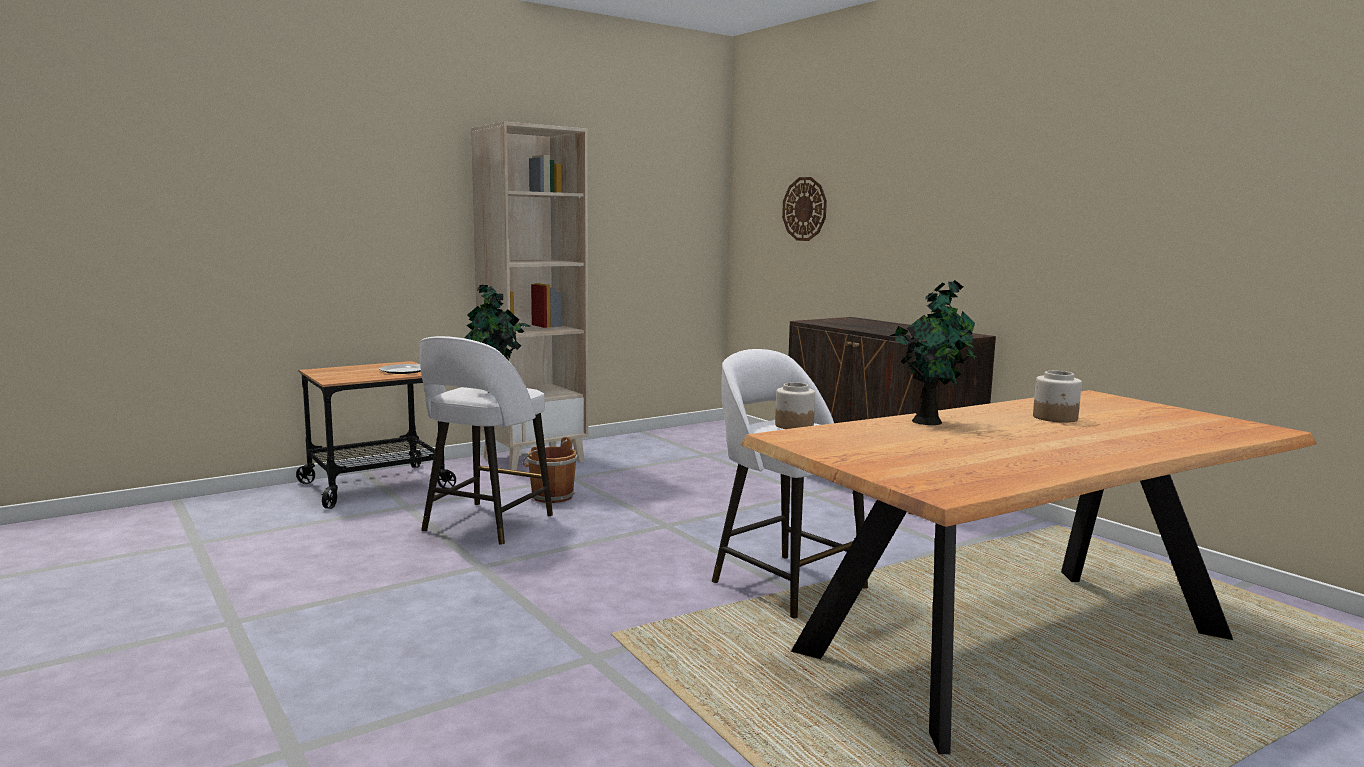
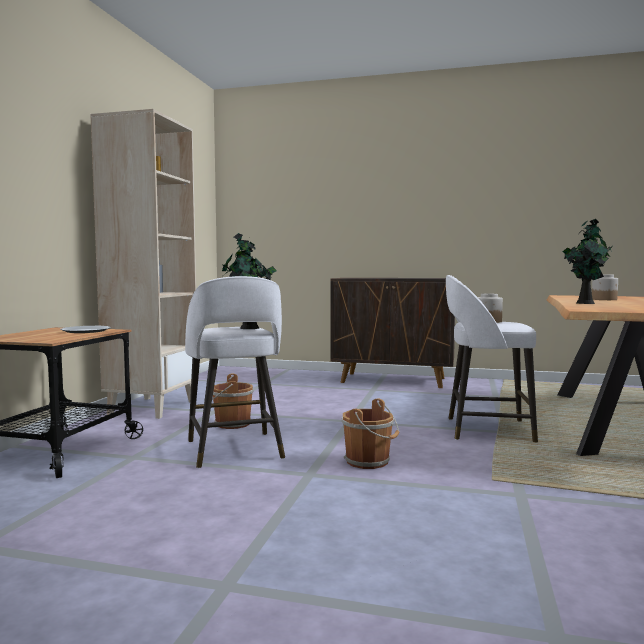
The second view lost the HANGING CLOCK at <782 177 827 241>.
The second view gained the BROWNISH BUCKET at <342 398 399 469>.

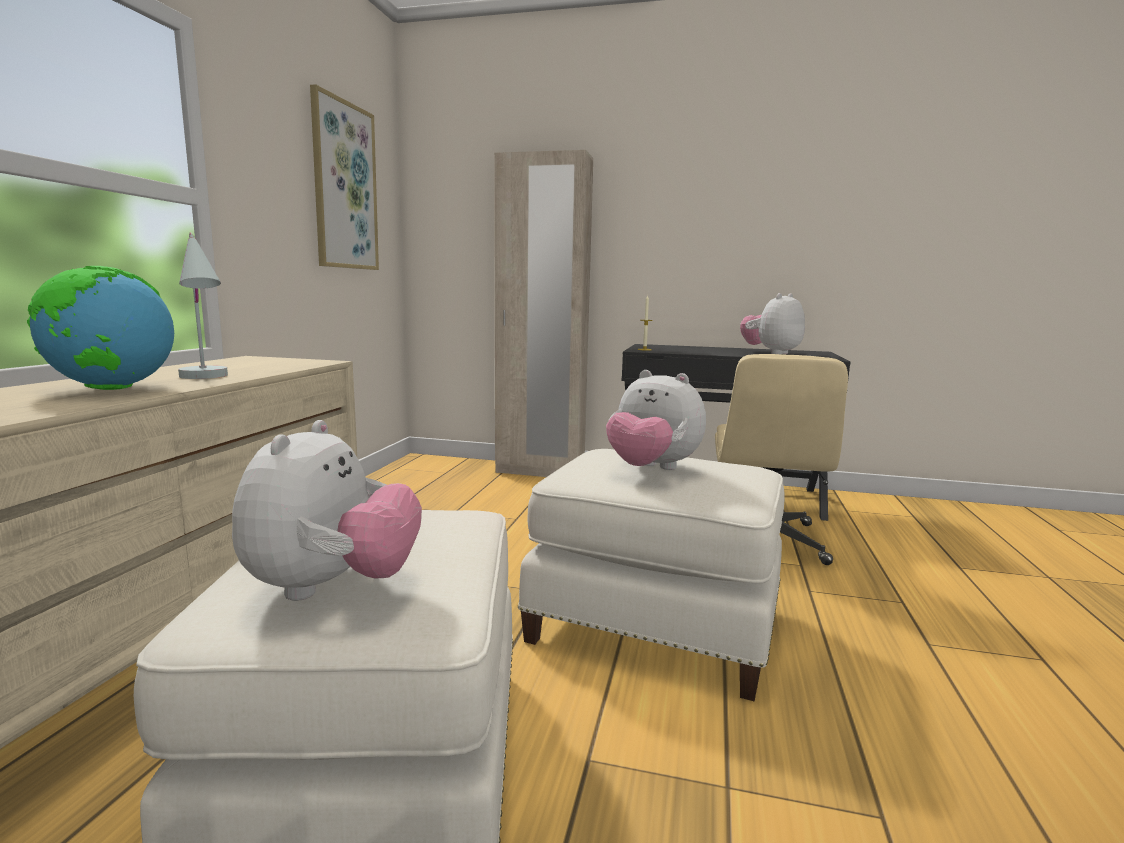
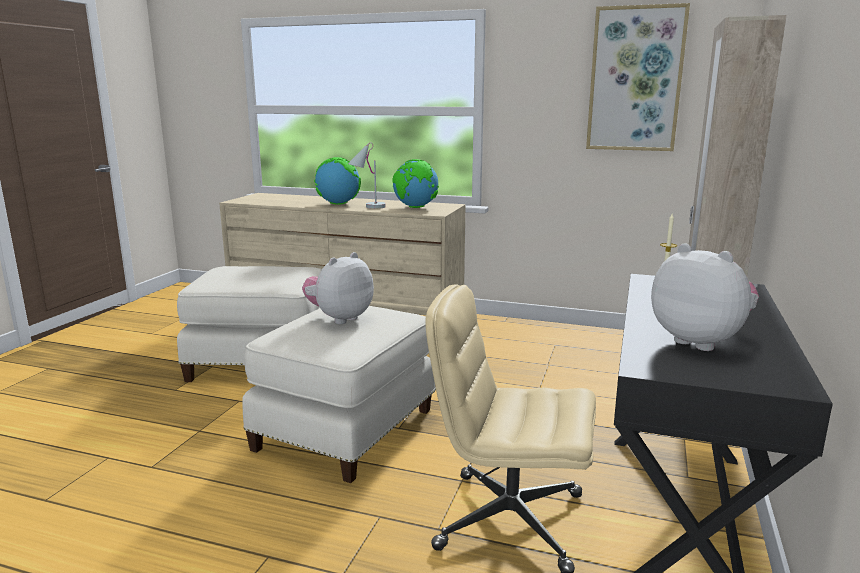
The second view lost the SOFT TOY at <232 420 422 601>.
The second view gained the GLOBE at <392 159 439 208>.

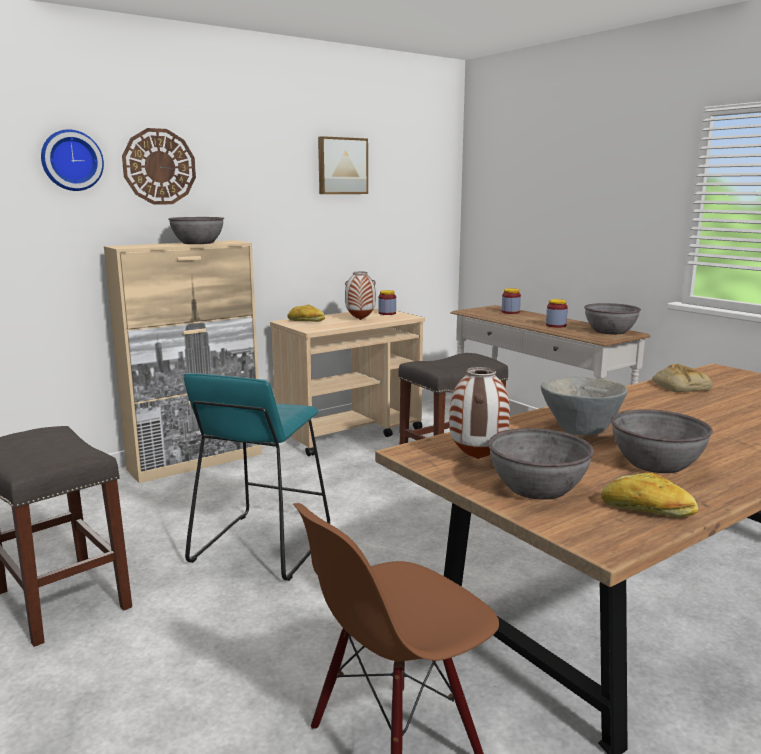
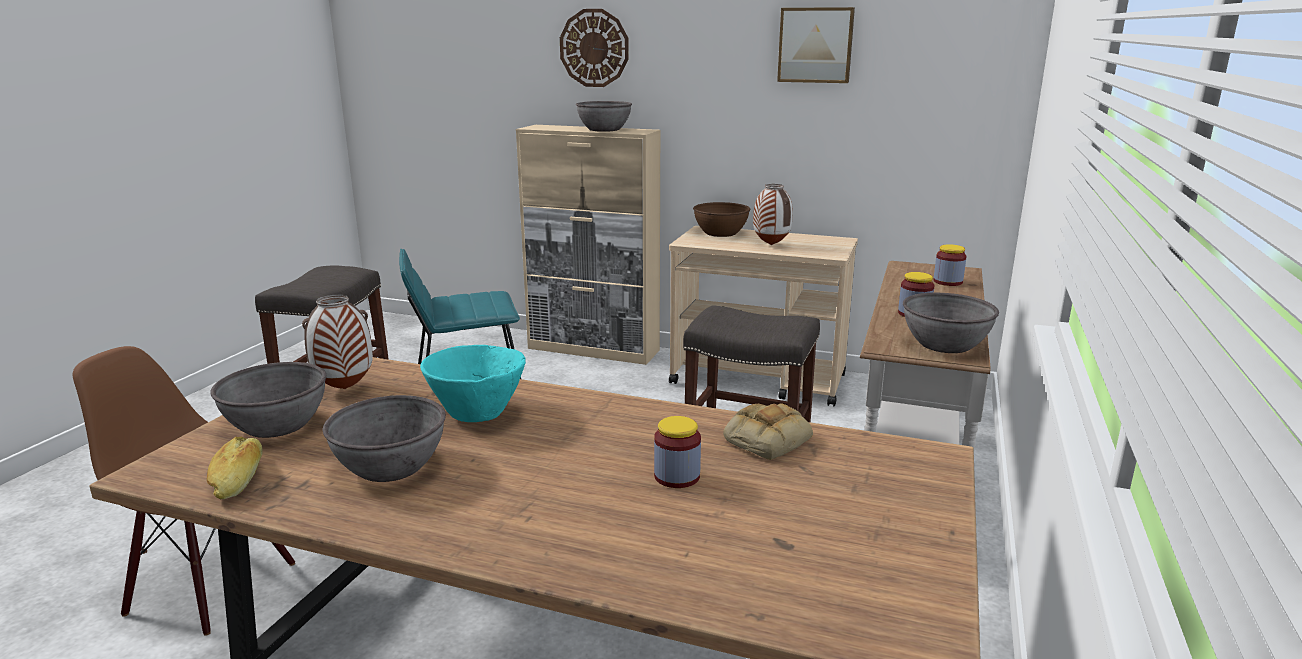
The second view lost the HANGING CLOCK at <41 129 104 191>.
The JAR ended up elsewhere, having gone from <378 290 396 315> to <654 416 701 488>.
Where the BREAD stood at <287 305 325 322>, the BROWNISH SERVING BOWL came to stand at <693 202 750 237>.
What was the GREYISH SERVING BOWL at <541 377 627 436> turned into the TURQUOISE-COLOURED SERVING BOWL at <420 345 526 422>.

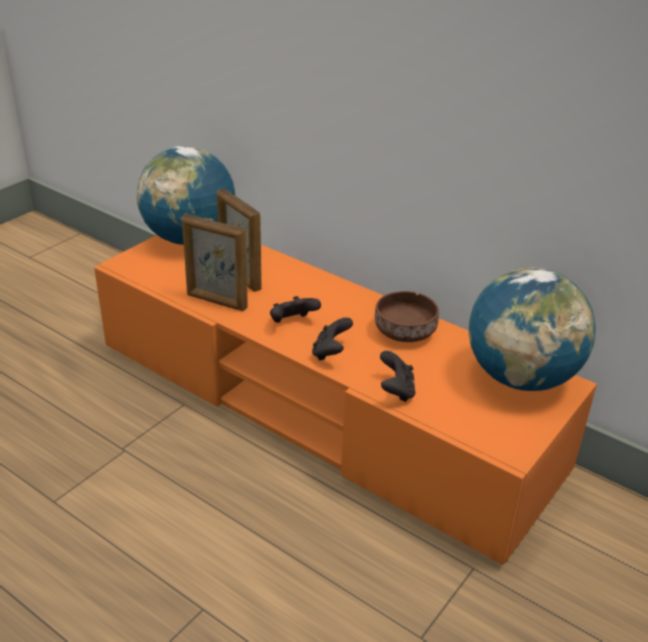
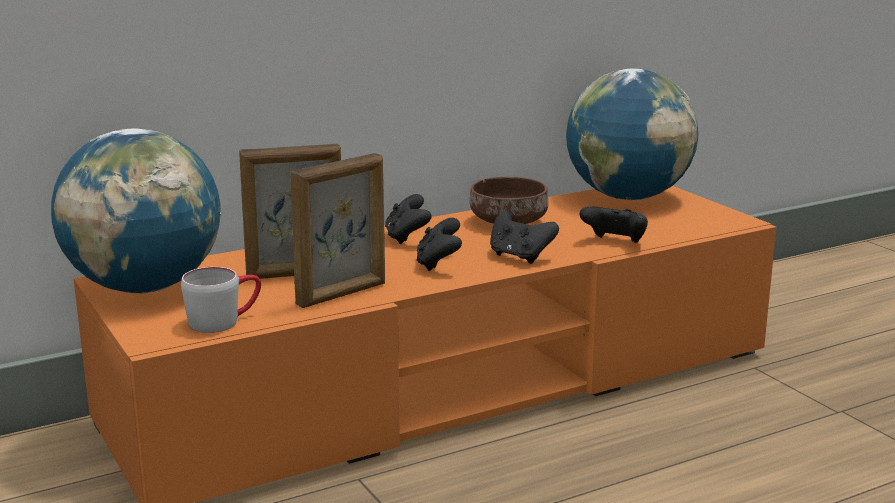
The second view gained the BLACK GAMEPAD at <385 194 432 244>.
The second view gained the GREYISH COFFEE MUG at <181 267 261 333>.

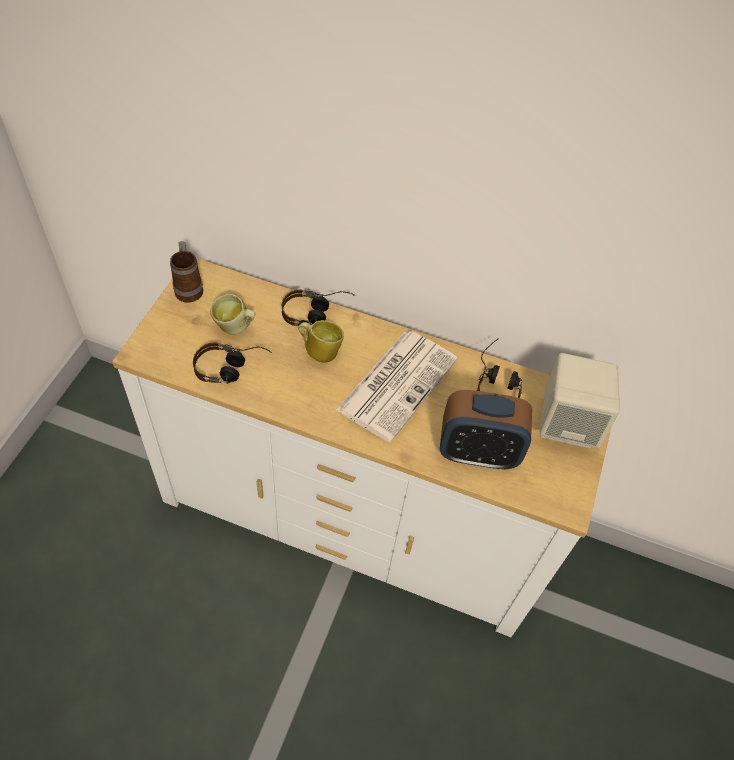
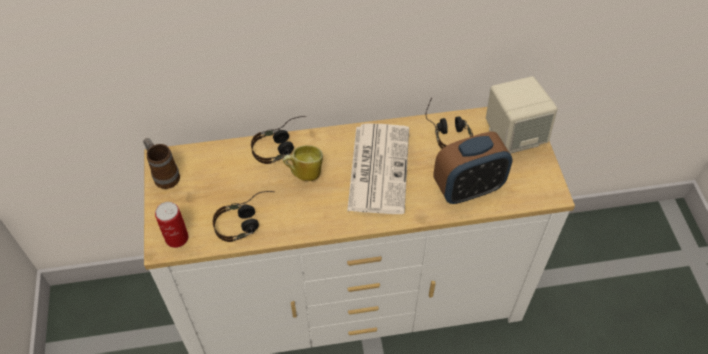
The second view lost the COFFEE MUG at <211 294 255 335>.
The second view gained the SEALED CAN at <155 202 188 248>.

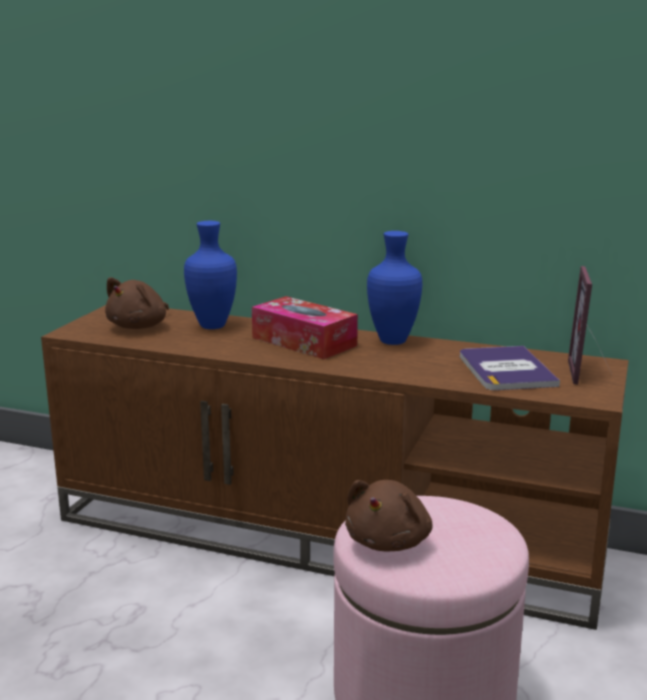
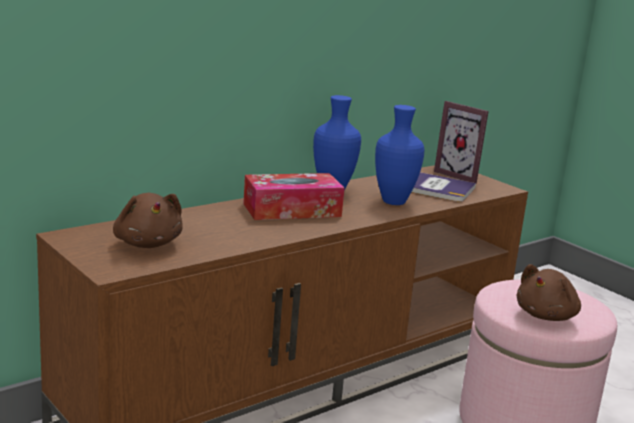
The BLUE VASE ended up elsewhere, having gone from <184 221 237 329> to <375 105 425 205>.
The BROWNISH SOFT TOY at <345 480 432 551> ended up facing another way, 75 degrees clockwise from before.

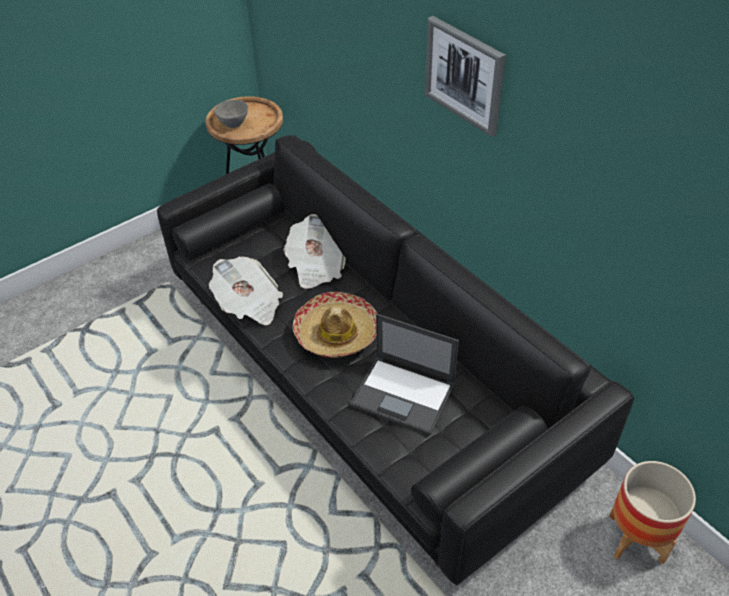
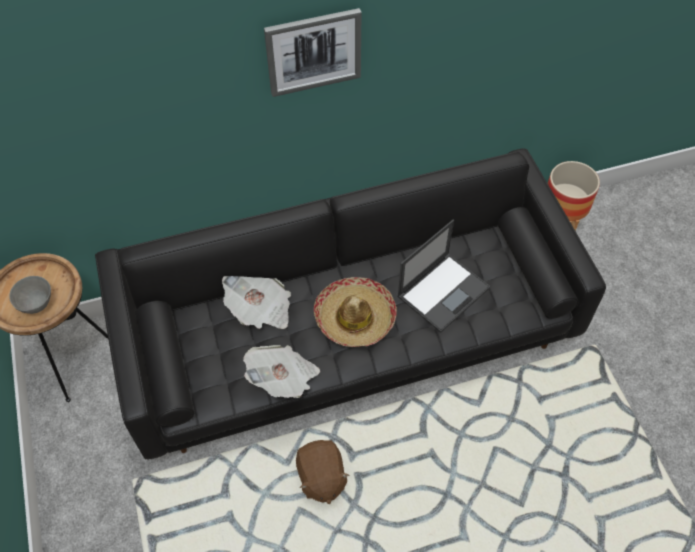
The second view gained the BROWNISH SOFT TOY at <296 440 350 504>.

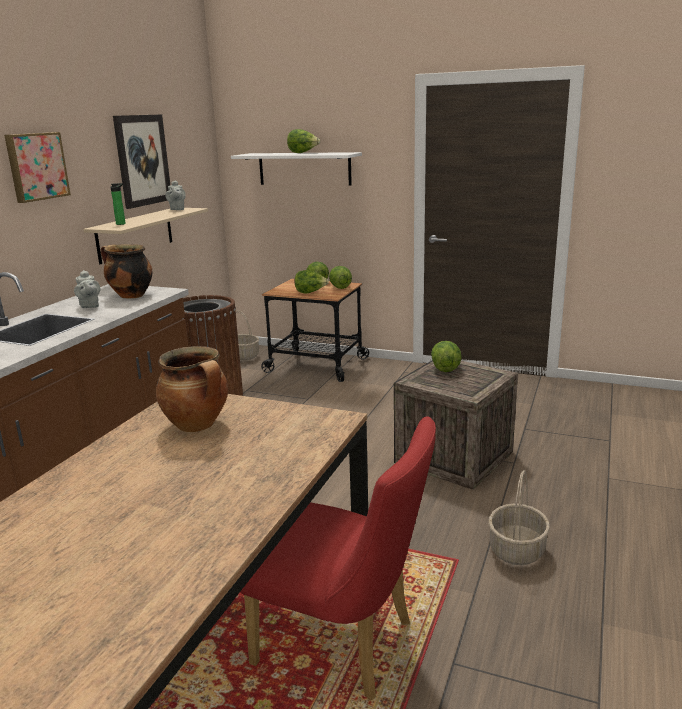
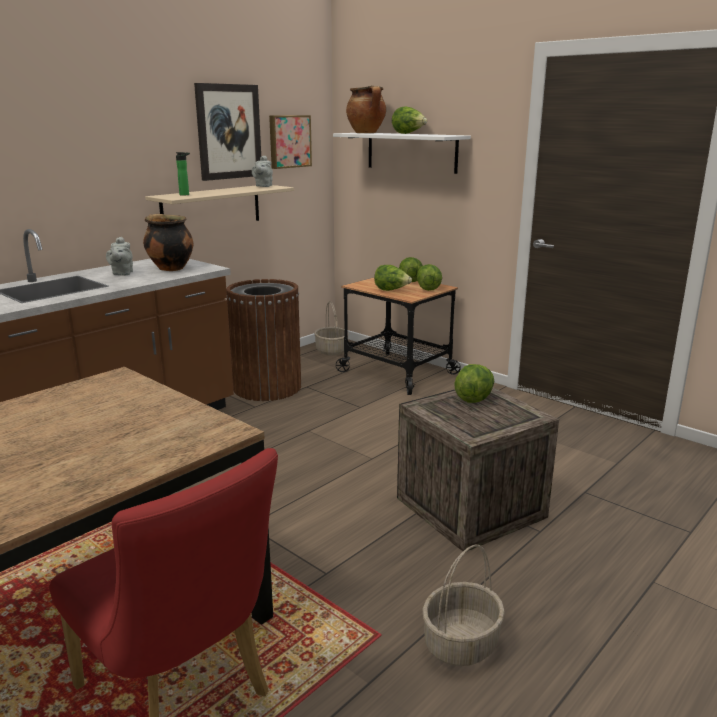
The WALL ART ended up elsewhere, having gone from <4 132 71 203> to <269 115 312 169>.
The COOKING POT ended up elsewhere, having gone from <156 346 228 432> to <346 86 386 133>.

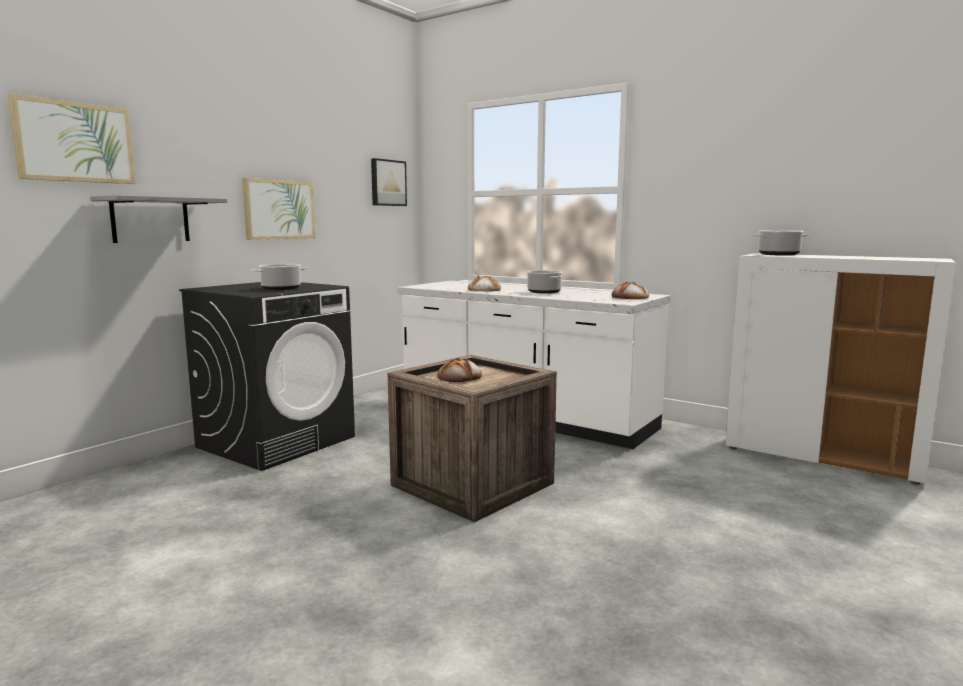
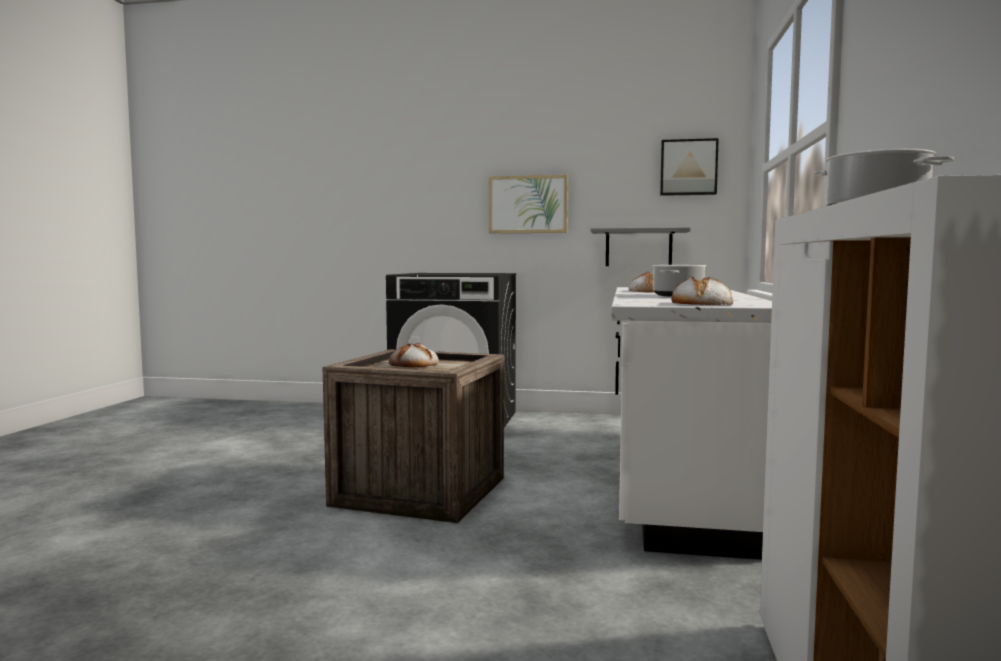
The second view lost the WALL ART at <8 94 135 184>.
The GREYISH WALL SHELF ended up elsewhere, having gone from <90 195 227 243> to <591 227 691 266>.
The second view lost the COOKING POT at <251 264 308 290>.

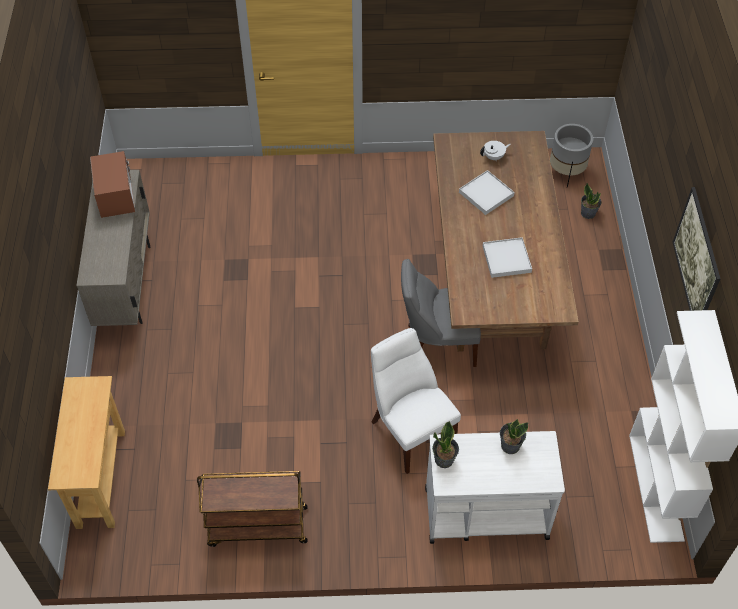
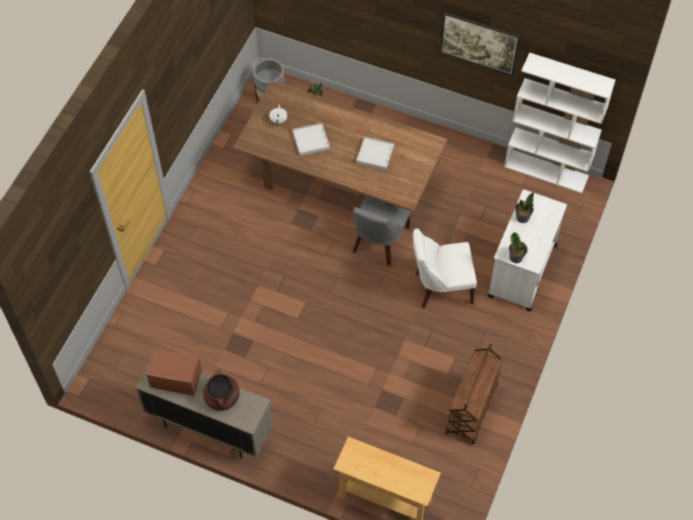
The second view gained the BROWNISH COOKING POT at <203 370 240 411>.

